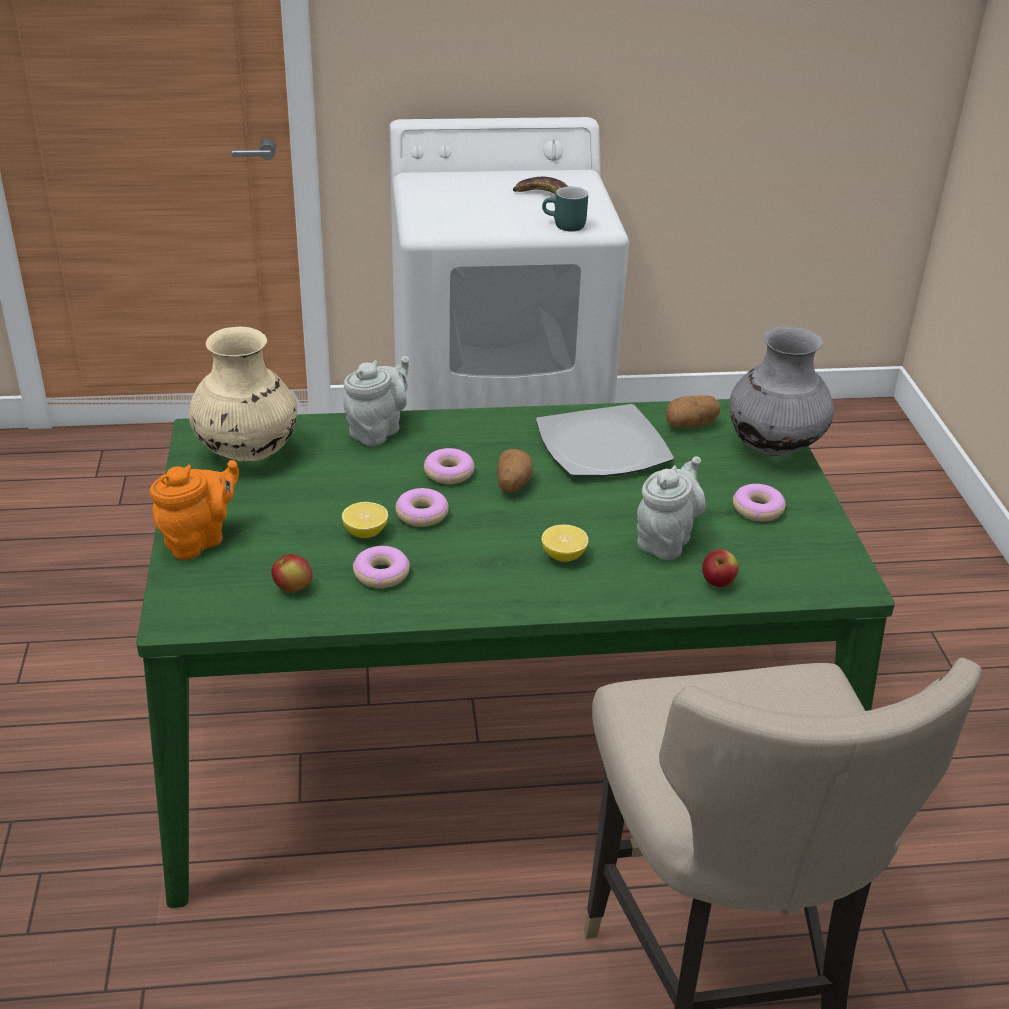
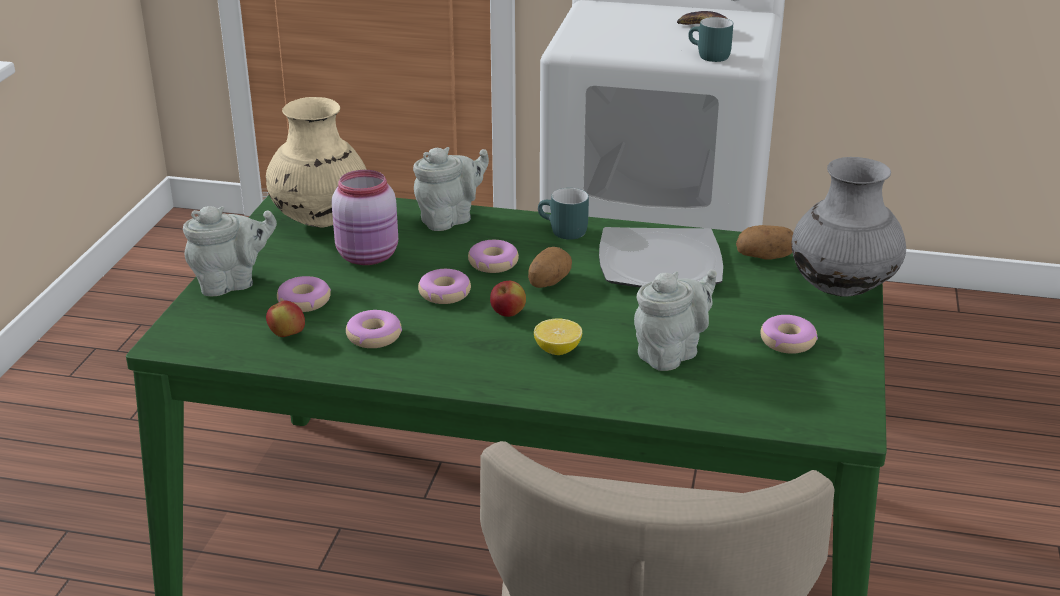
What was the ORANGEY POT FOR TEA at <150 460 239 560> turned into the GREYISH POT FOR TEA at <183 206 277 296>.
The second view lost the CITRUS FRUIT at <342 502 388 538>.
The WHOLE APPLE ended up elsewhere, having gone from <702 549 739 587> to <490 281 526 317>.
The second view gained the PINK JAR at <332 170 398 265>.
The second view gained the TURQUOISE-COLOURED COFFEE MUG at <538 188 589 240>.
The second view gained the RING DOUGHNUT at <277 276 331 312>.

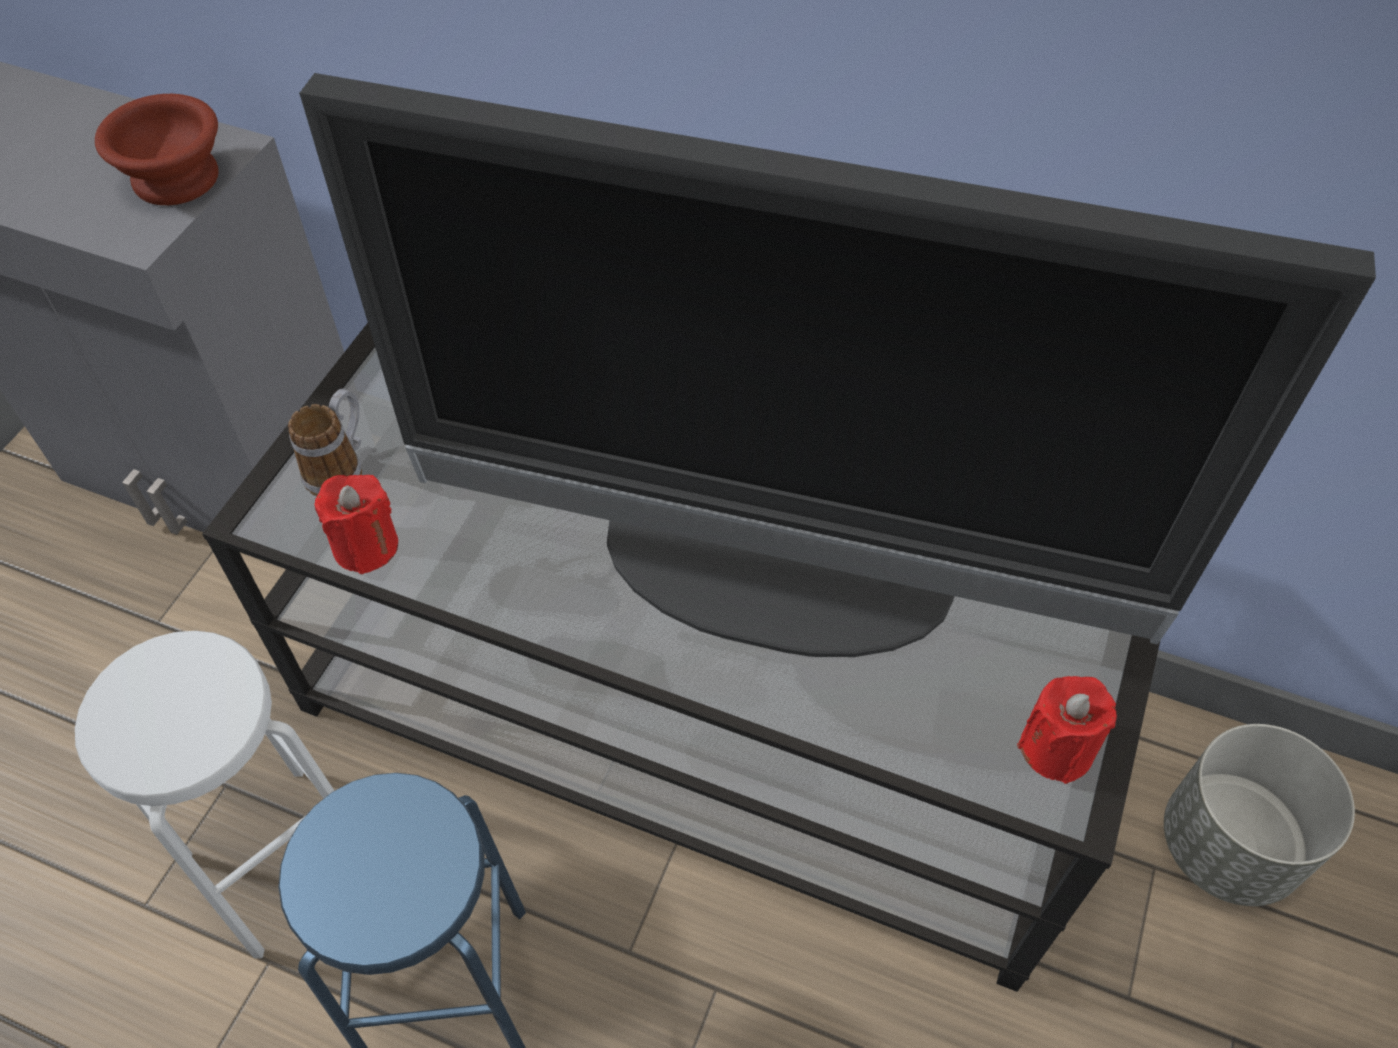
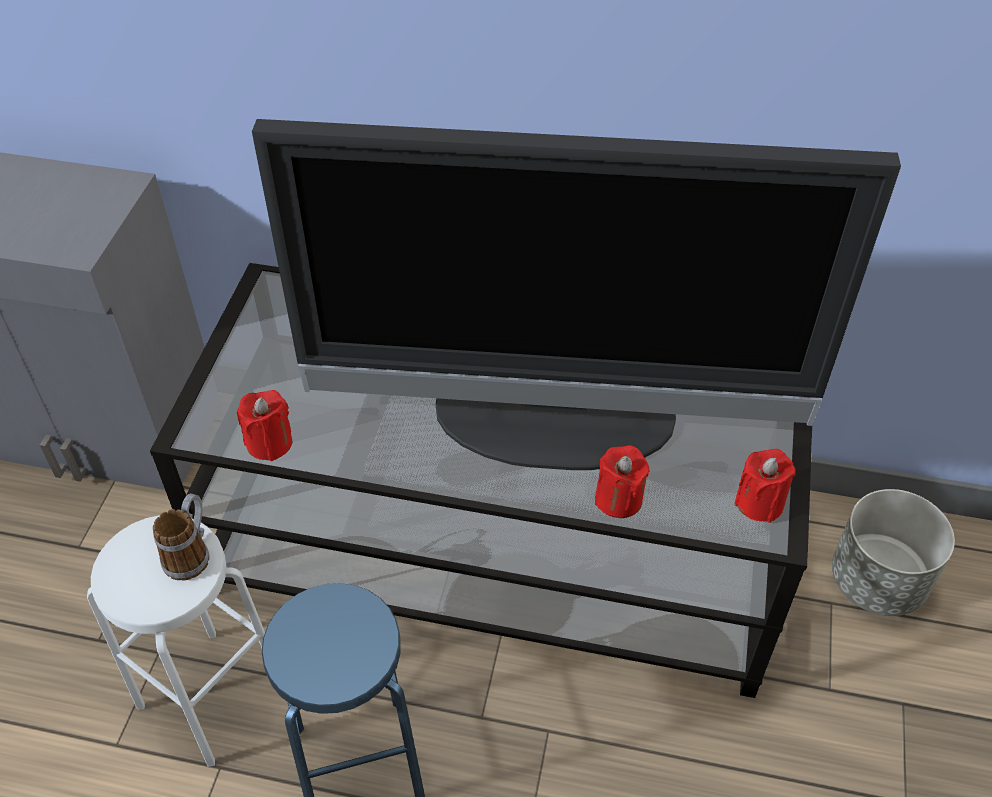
The second view lost the BROWNISH SERVING BOWL at <95 94 219 205>.
The COFFEE MUG ended up elsewhere, having gone from <288 389 362 496> to <153 493 209 581>.
The second view gained the RED-COLOURED WAX CANDLE at <595 445 649 518>.

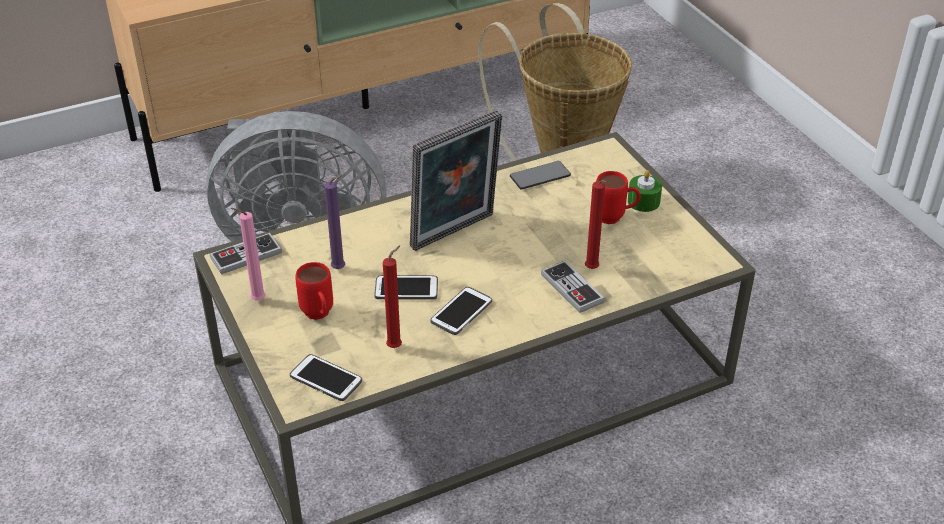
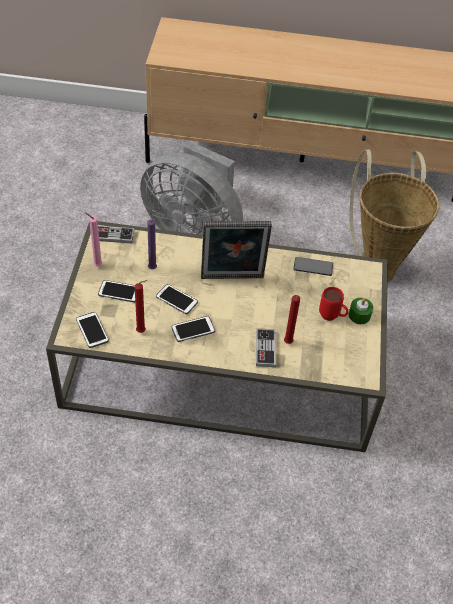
Where the RED-COLOURED COFFEE MUG stood at <295 262 333 320>, the HANDSET came to stand at <98 280 135 302>.

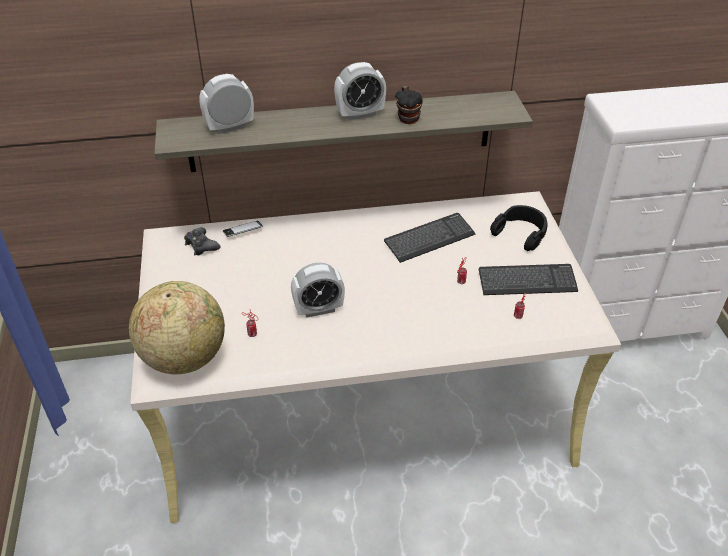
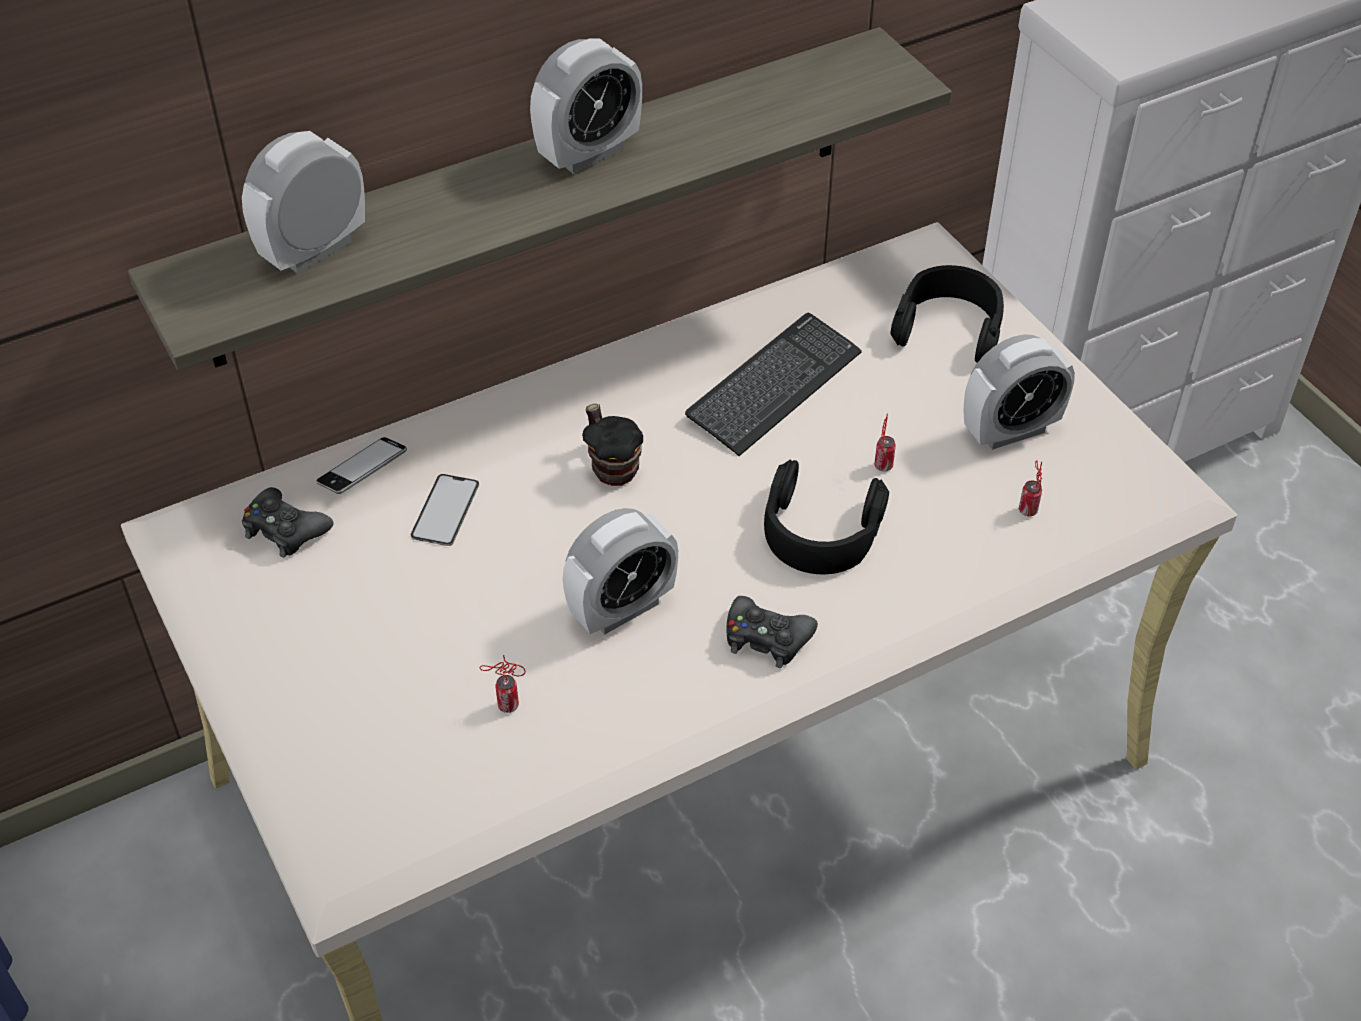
The COFFEE MUG ended up elsewhere, having gone from <395 86 423 124> to <582 404 643 486>.
Where the COMPUTER KEYBOARD stood at <479 264 578 295>, the BEDSIDE CLOCK came to stand at <963 334 1075 450>.
The second view lost the GLOBE at <129 281 225 375>.
The second view gained the BLACK HEADPHONES at <764 459 889 574>.
The second view gained the HANDSET at <411 474 479 546>.
The second view gained the BLACK GAMEPAD at <727 596 818 668>.

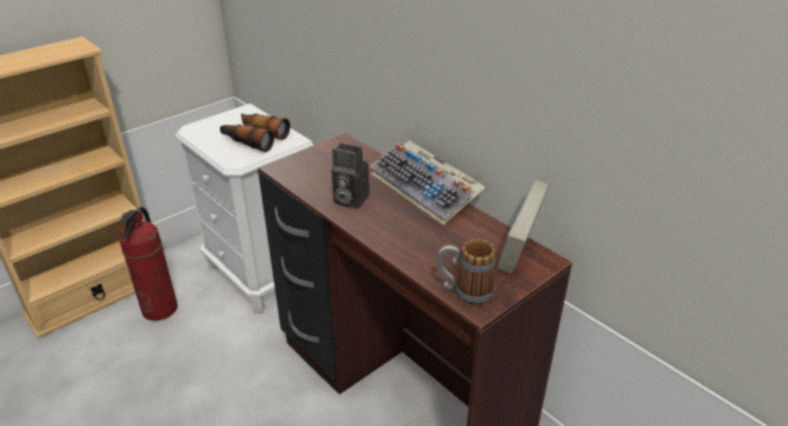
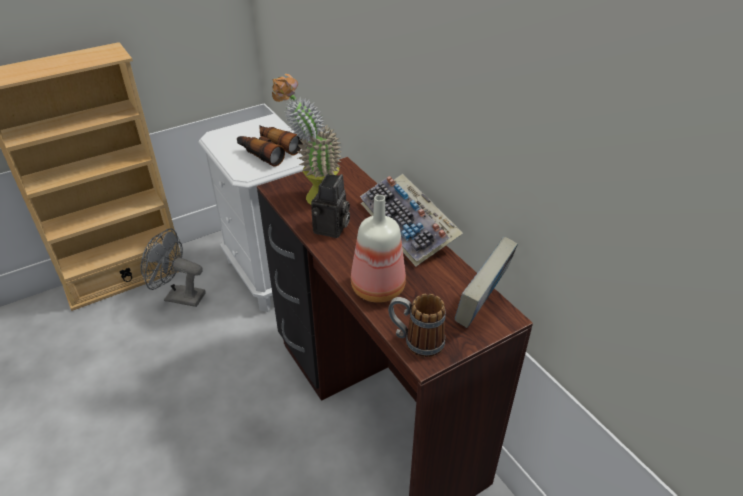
The STILL CAMERA at <331 143 369 209> ended up facing another way, 105 degrees counterclockwise from before.
Where the FIRE EXTINGUISHER stood at <119 207 178 321>, the GREYISH FAN came to stand at <140 228 206 307>.
The second view gained the HOUSEPLANT at <272 74 342 204>.
The second view gained the BEVERAGE BOTTLE at <351 195 406 303>.

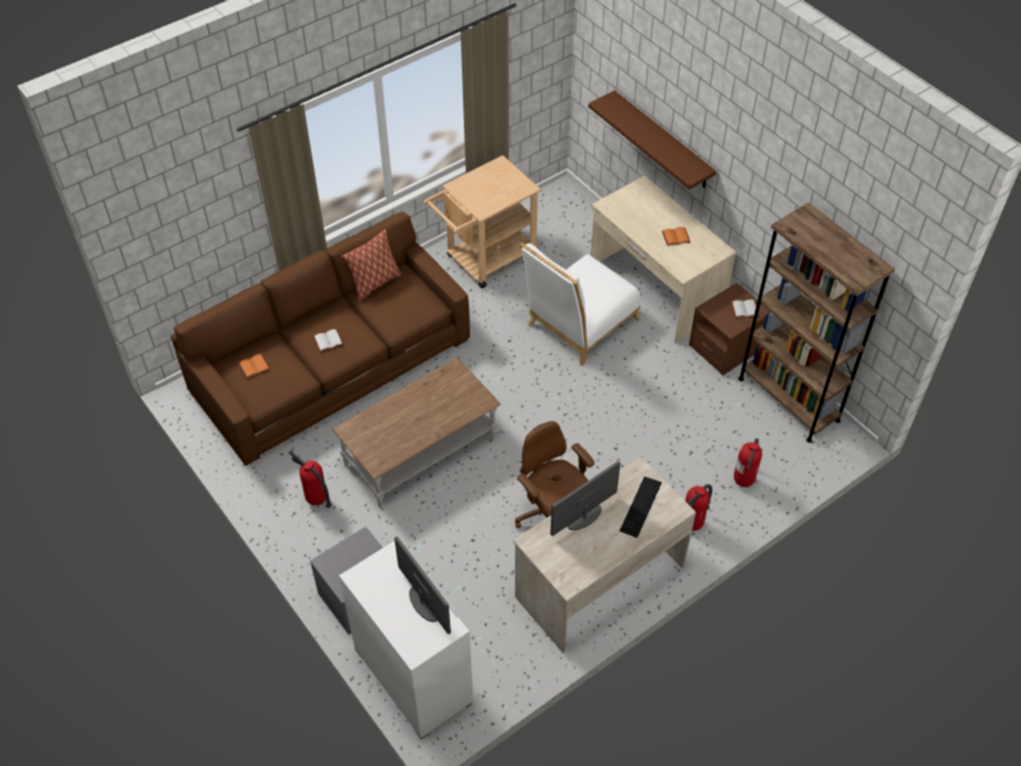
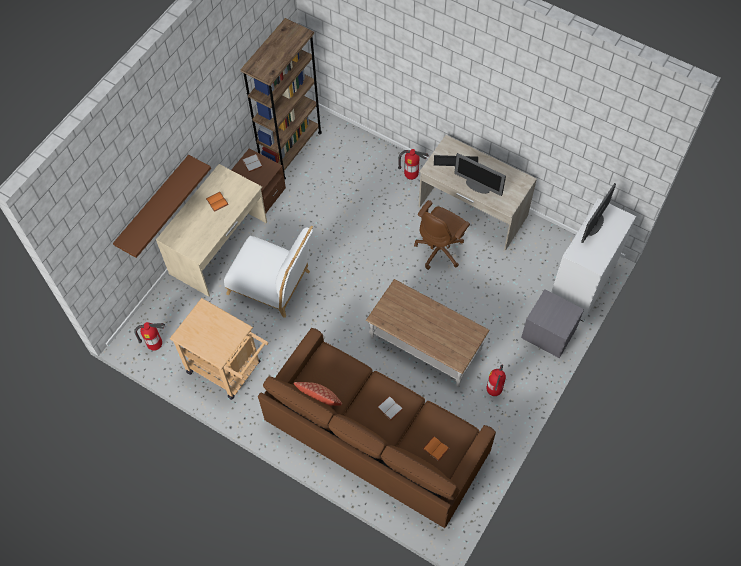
The FIRE EXTINGUISHER ended up elsewhere, having gone from <734 438 762 487> to <134 322 165 351>.

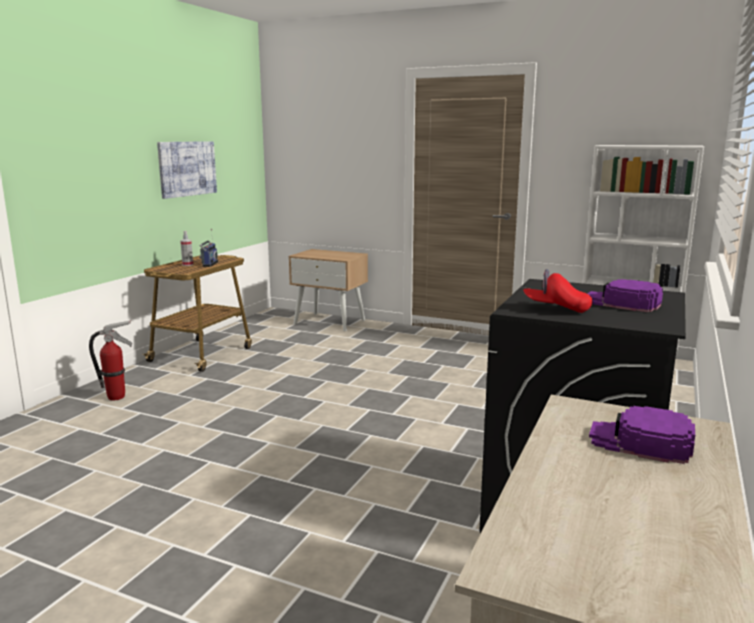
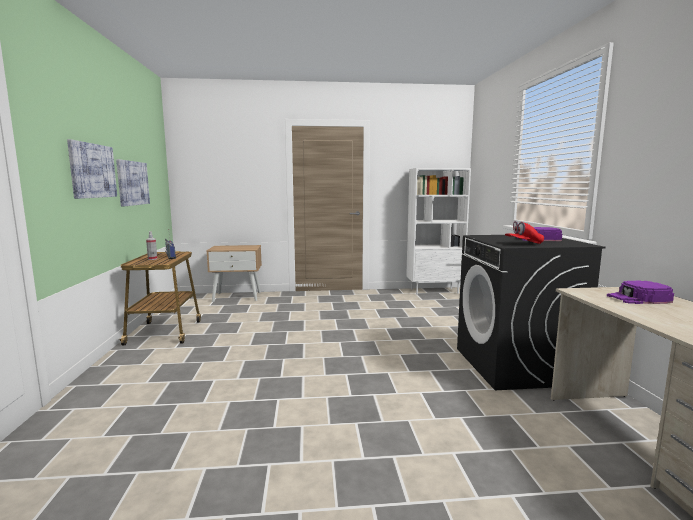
The second view lost the FIRE EXTINGUISHER at <89 320 132 400>.
The second view gained the WALL ART at <67 139 117 199>.

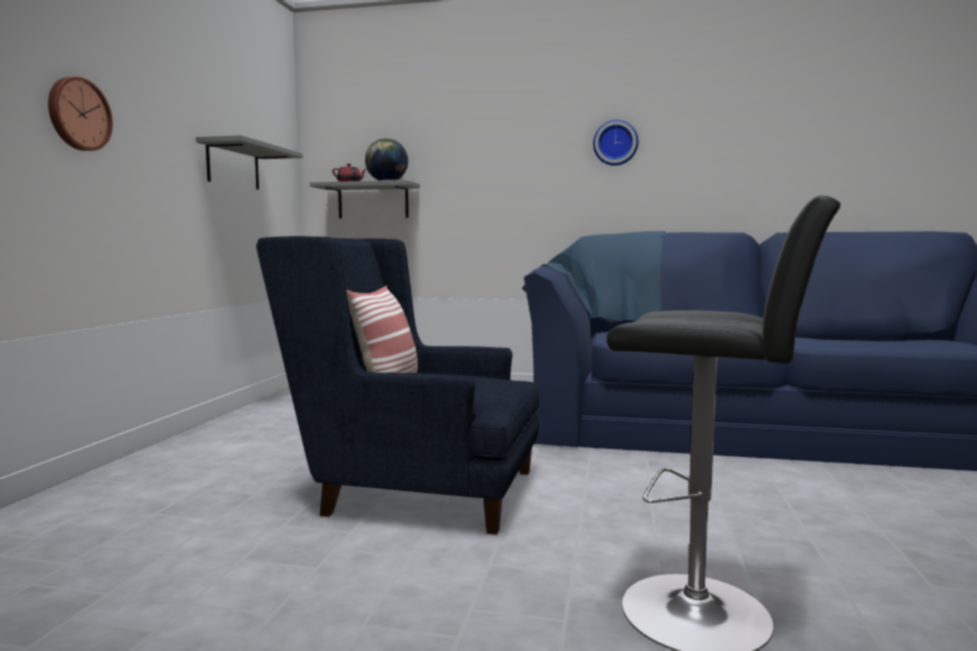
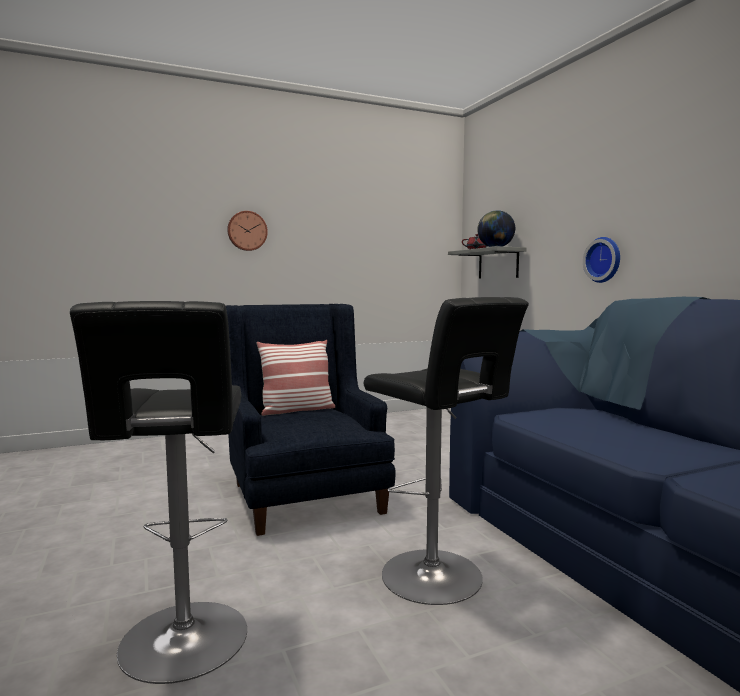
The HANGING CLOCK ended up elsewhere, having gone from <593 120 638 166> to <583 237 620 283>.
The second view lost the GREYISH WALL SHELF at <196 135 303 189>.
The second view gained the BLACK SITTING STOOL at <364 297 529 605>.

